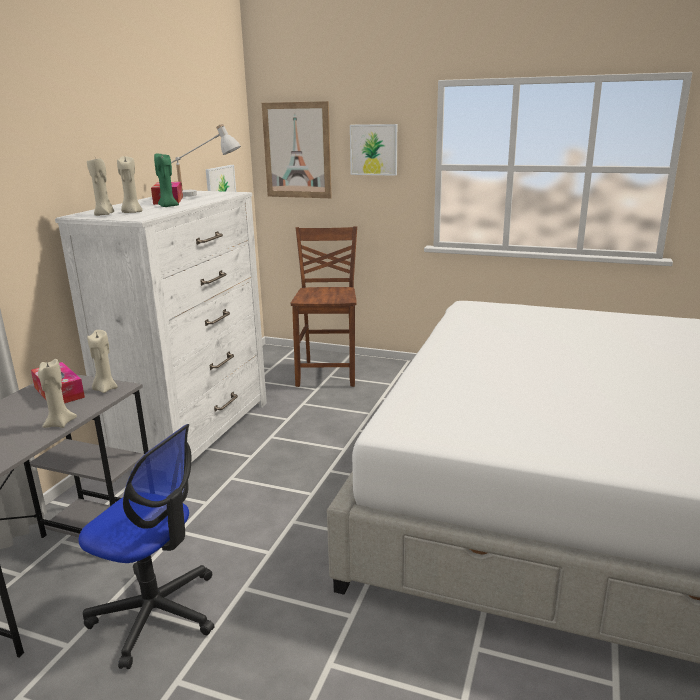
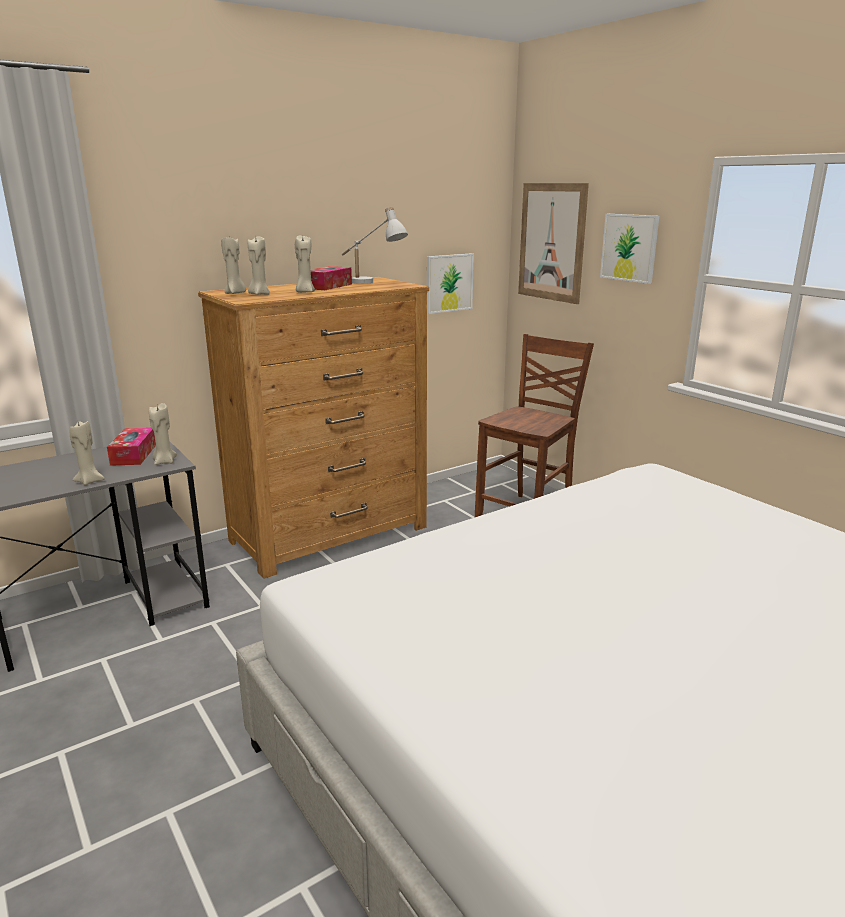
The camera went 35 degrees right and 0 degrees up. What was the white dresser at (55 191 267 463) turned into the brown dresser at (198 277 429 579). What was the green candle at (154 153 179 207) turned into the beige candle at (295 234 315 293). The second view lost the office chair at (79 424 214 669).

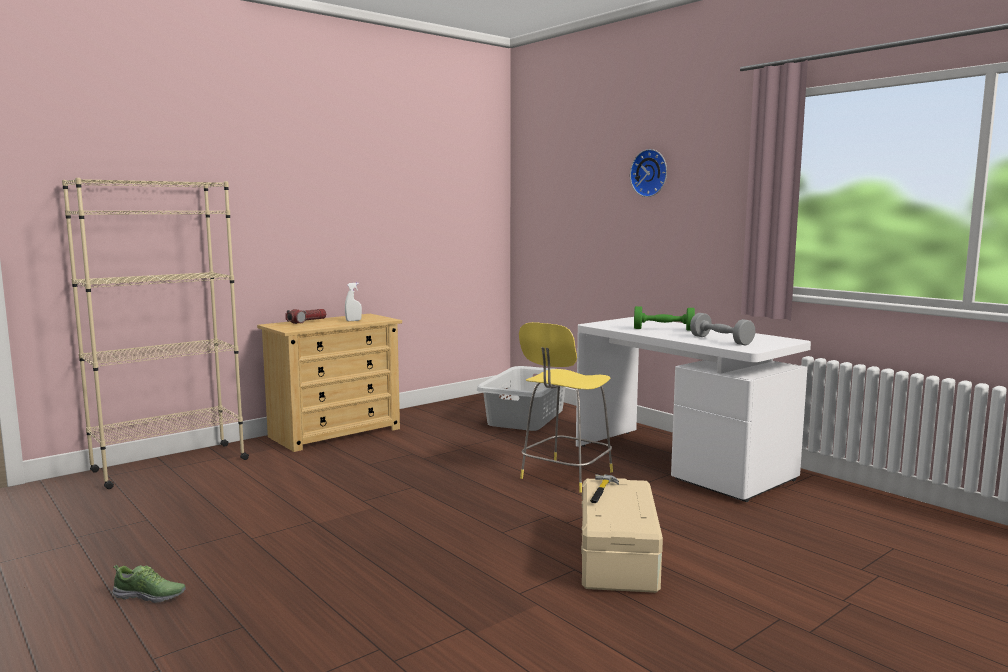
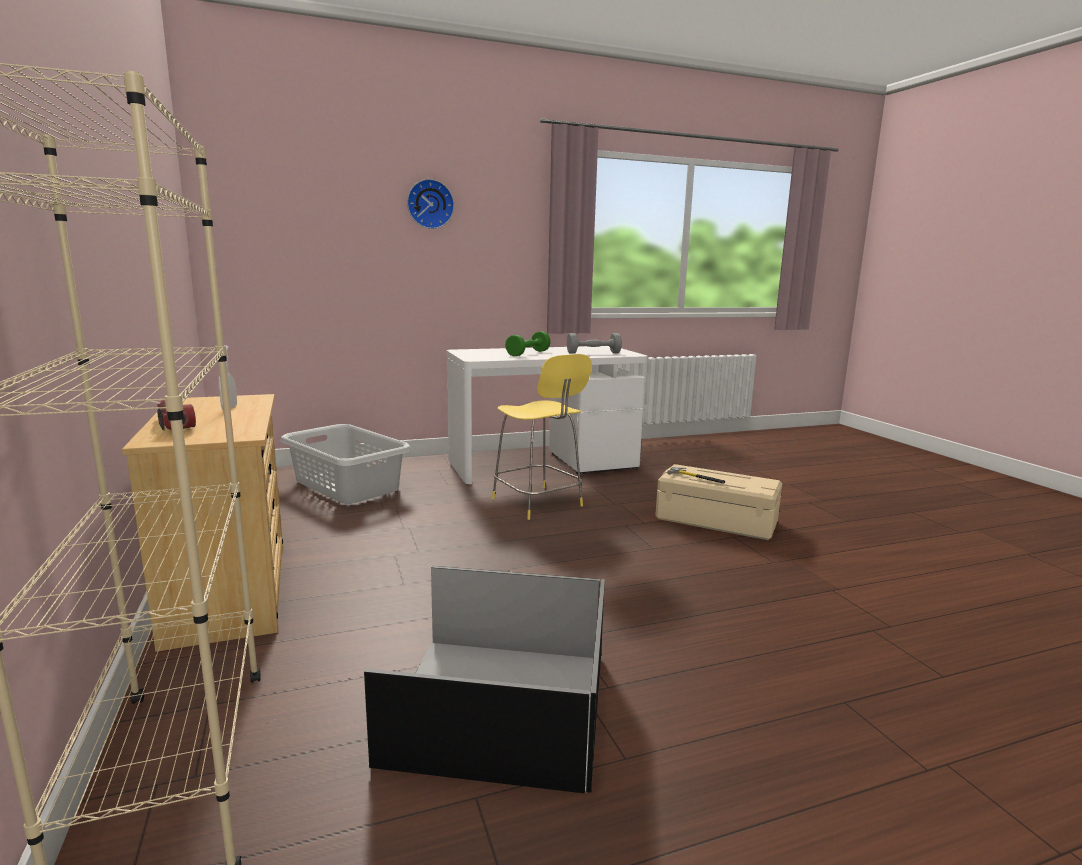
The camera went 70 degrees left and 5 degrees up. The second view gained the black storage box at (364 566 605 794). The second view lost the shoe at (112 565 186 603).

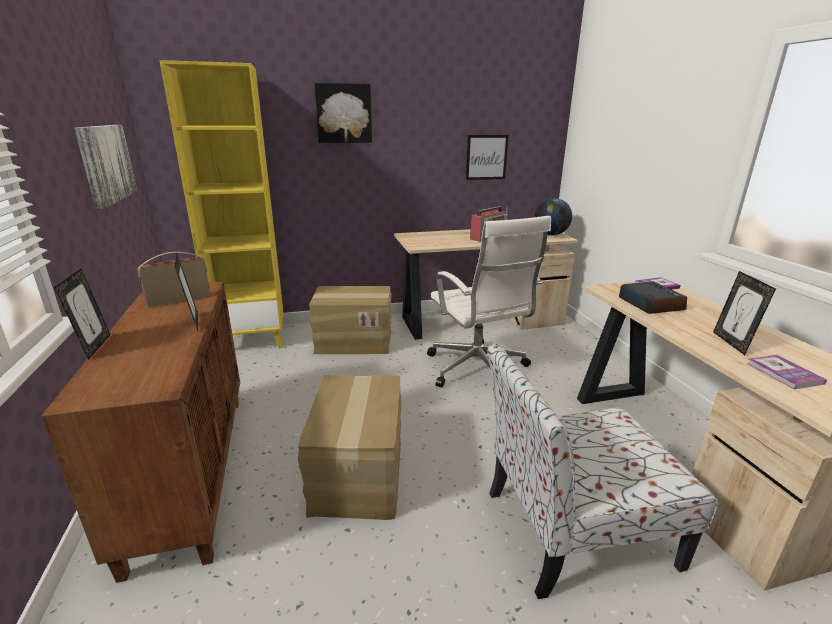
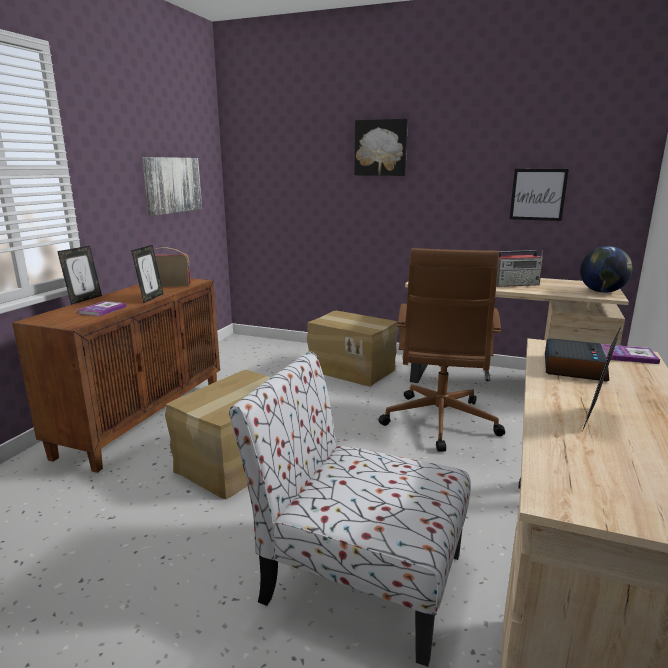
The camera went 35 degrees right and 5 degrees down. The book ended up elsewhere, having gone from (747 355 827 390) to (78 301 127 316). What was the white office chair at (427 216 551 387) turned into the brown office chair at (378 248 505 452). The second view lost the yellow bookcase at (159 60 283 348).

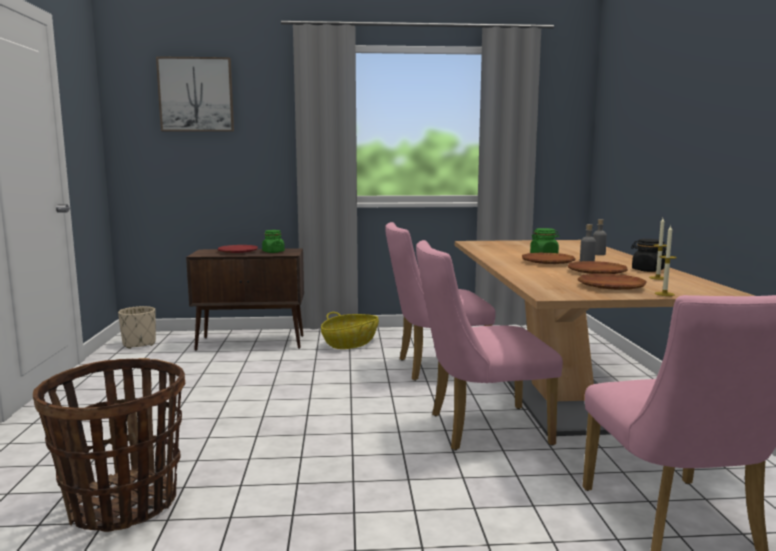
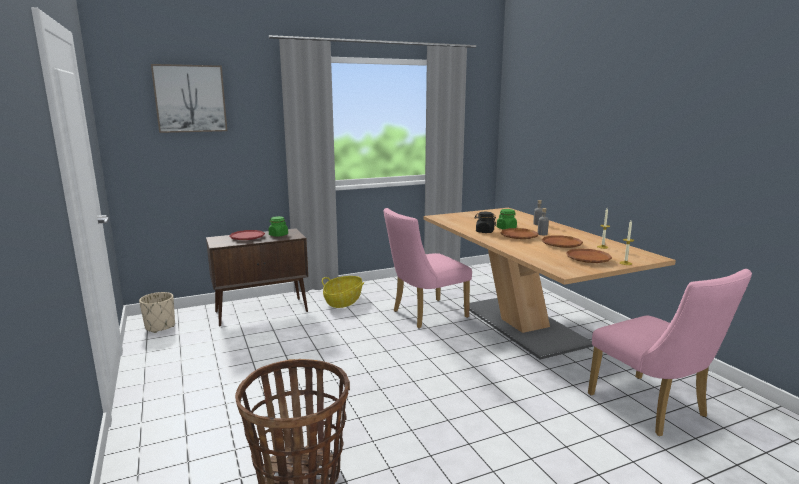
The camera went 20 degrees left and 5 degrees up. The black jar ended up elsewhere, having gone from (631 239 667 272) to (474 212 496 233). The second view lost the pink chair at (416 240 563 450).

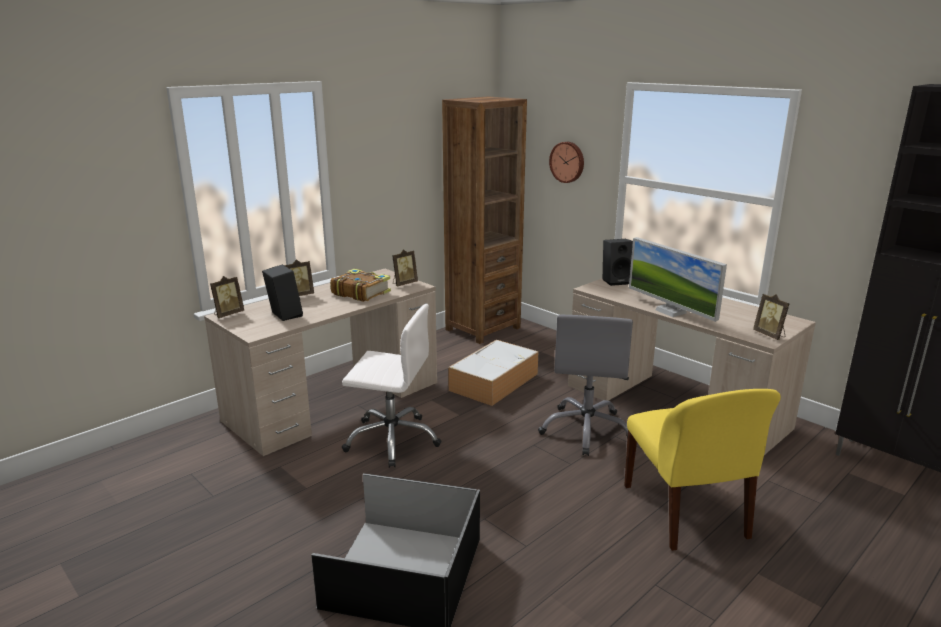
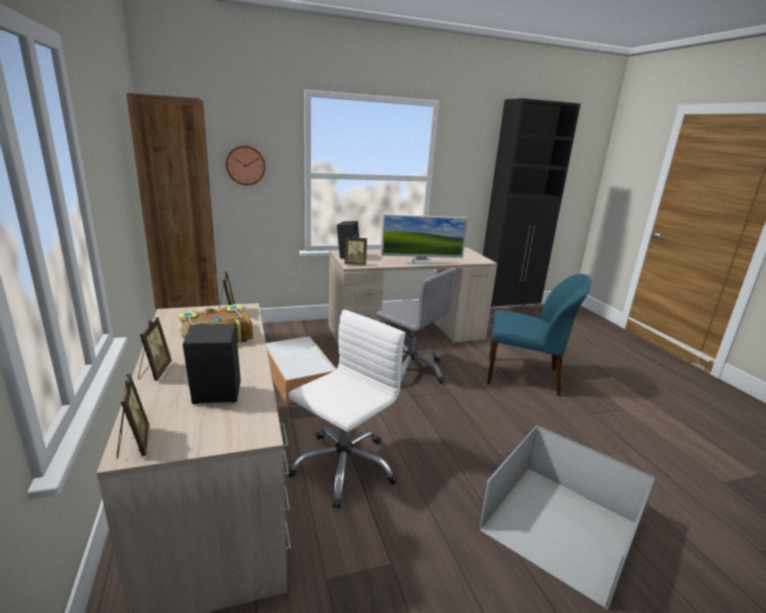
The camera went 65 degrees left and 0 degrees up. The picture frame ended up elsewhere, having gone from (753 294 790 340) to (344 235 367 265). What was the yellow chair at (624 389 781 551) turned into the blue chair at (487 274 591 396).

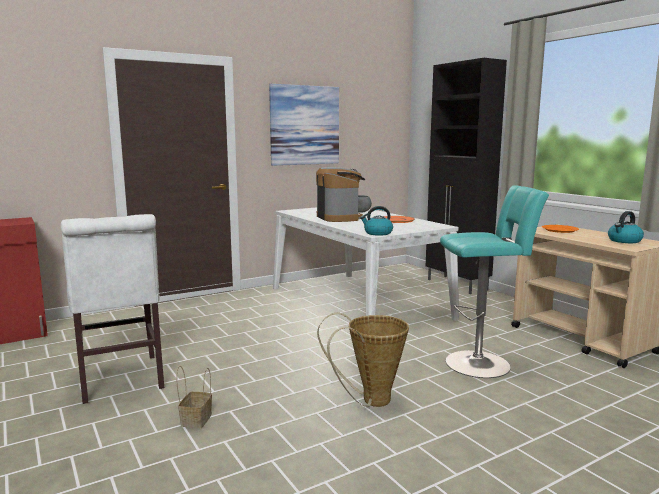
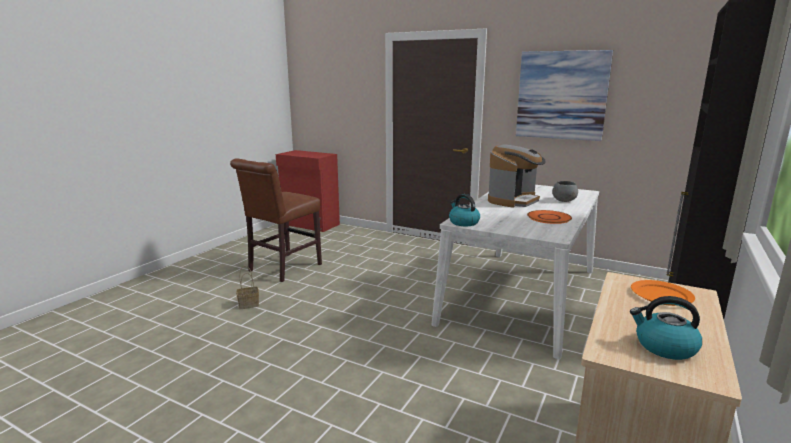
The camera went 60 degrees right and 5 degrees up. What was the white chair at (61 214 164 404) turned into the brown chair at (230 159 322 282). The second view lost the basket at (317 313 409 407). The second view lost the turquoise stool at (440 185 549 378).

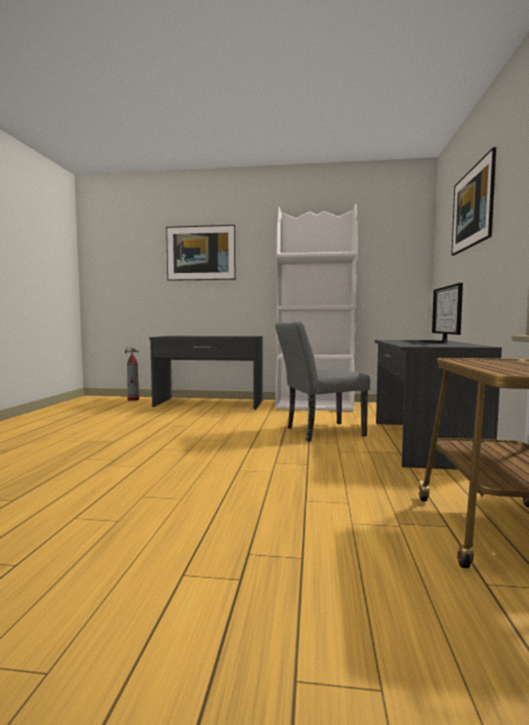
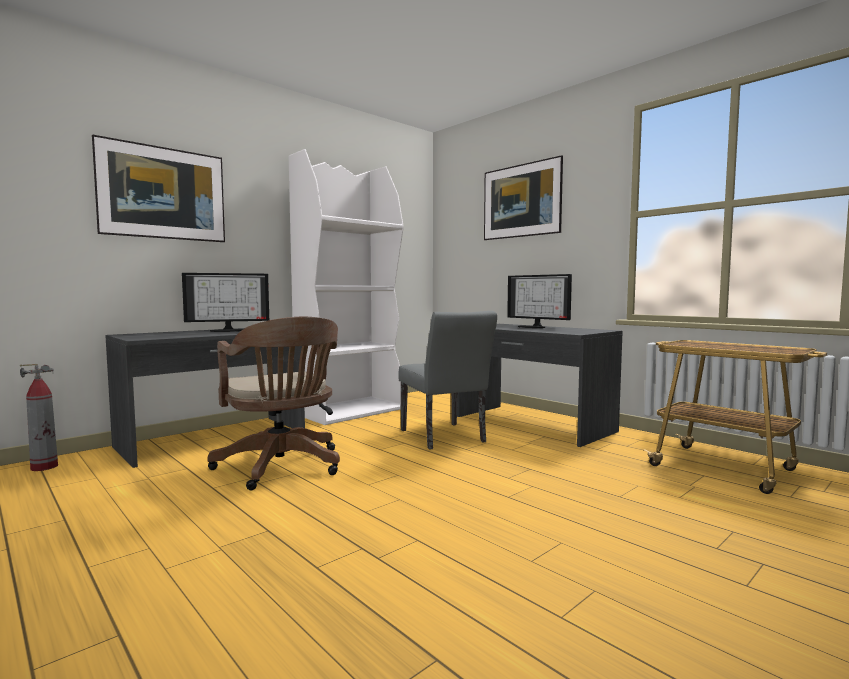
The camera went 50 degrees left and 0 degrees up. The second view gained the monitor at (182 273 269 332). The second view gained the brown office chair at (207 317 340 490). The grey chair at (275 322 370 442) ended up facing another way, 45 degrees counterclockwise from before.

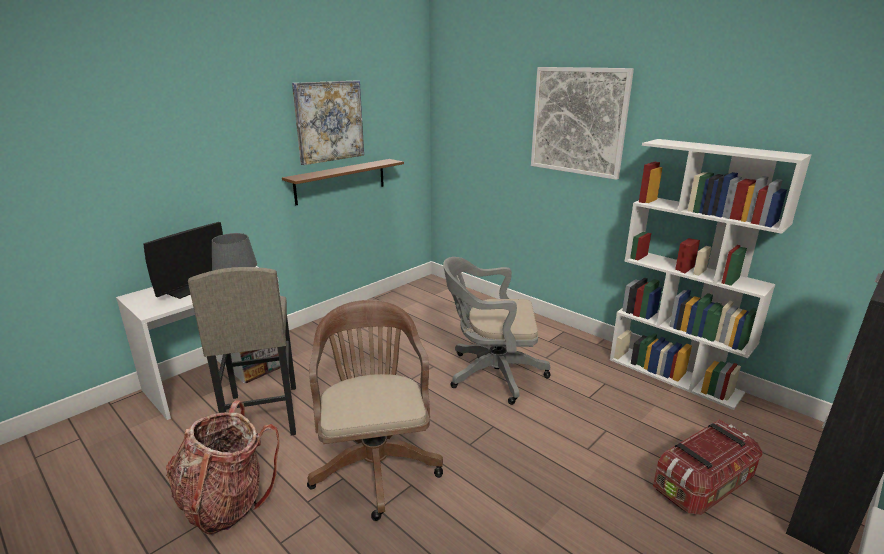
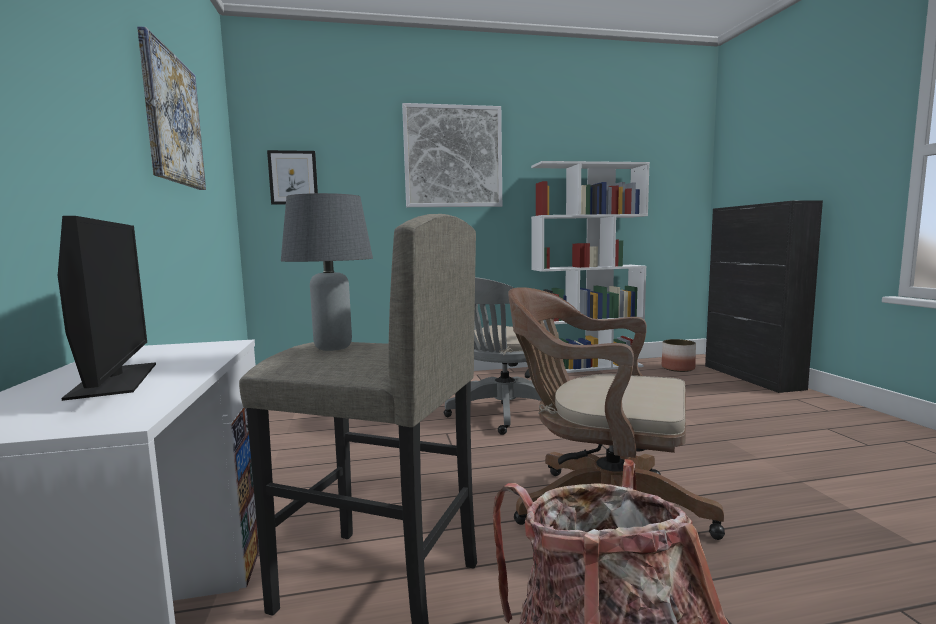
The camera went 55 degrees left and 15 degrees down. The second view gained the picture at (267 150 318 205). The second view gained the planter at (662 339 696 372). The second view lost the brown shelf at (282 159 404 205). The second view lost the storage box at (653 419 763 515).

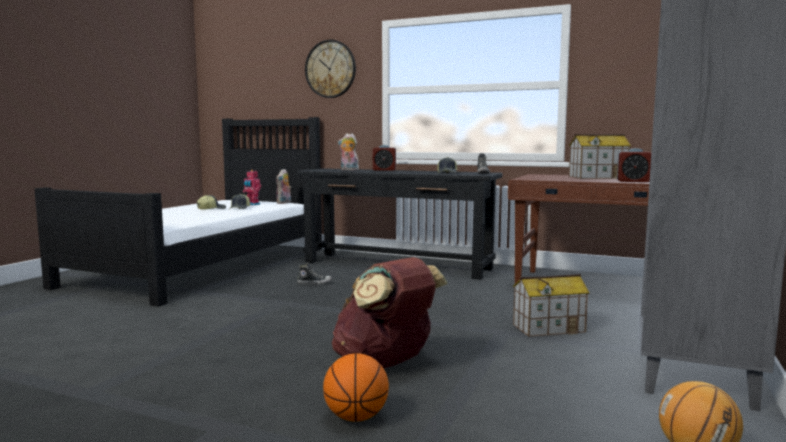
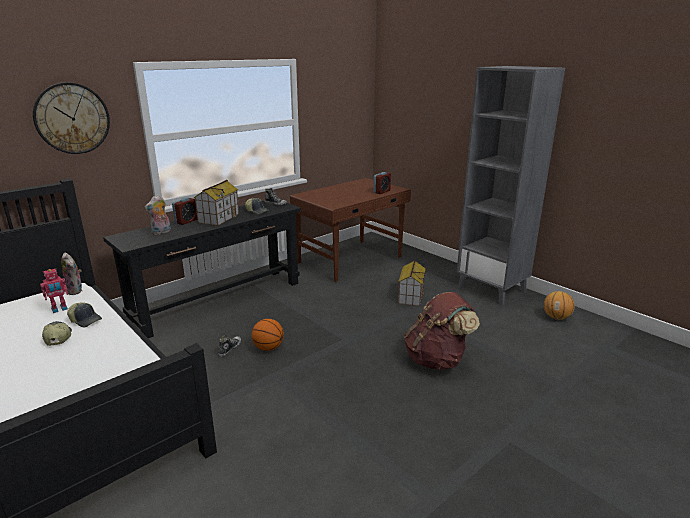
The camera went 65 degrees left and 15 degrees up. The toy house ended up elsewhere, having gone from (569 134 631 179) to (194 180 239 226). The basketball ended up elsewhere, having gone from (323 353 389 422) to (252 319 284 351).

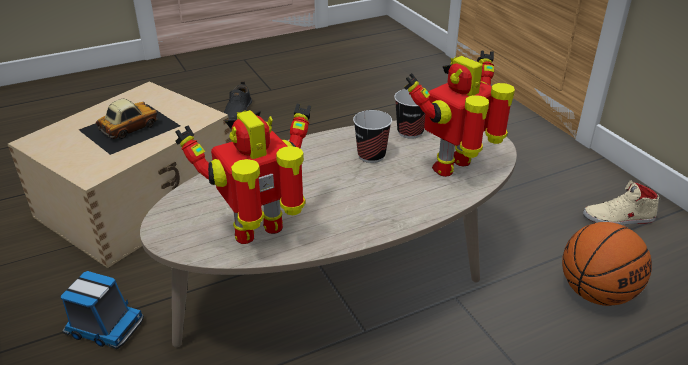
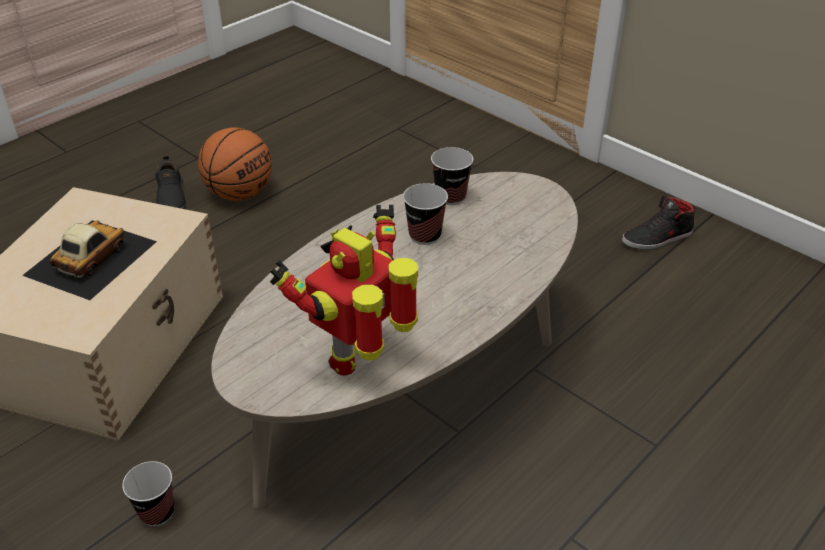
The camera went 20 degrees left and 5 degrees up. Where the toy truck stood at (61 271 144 349), the cup came to stand at (122 461 174 526). The basketball ended up elsewhere, having gone from (562 222 652 306) to (198 127 272 201). What was the beige shoe at (583 180 660 225) turned into the black shoe at (622 196 695 250). The second view lost the toy robot at (404 50 515 177).

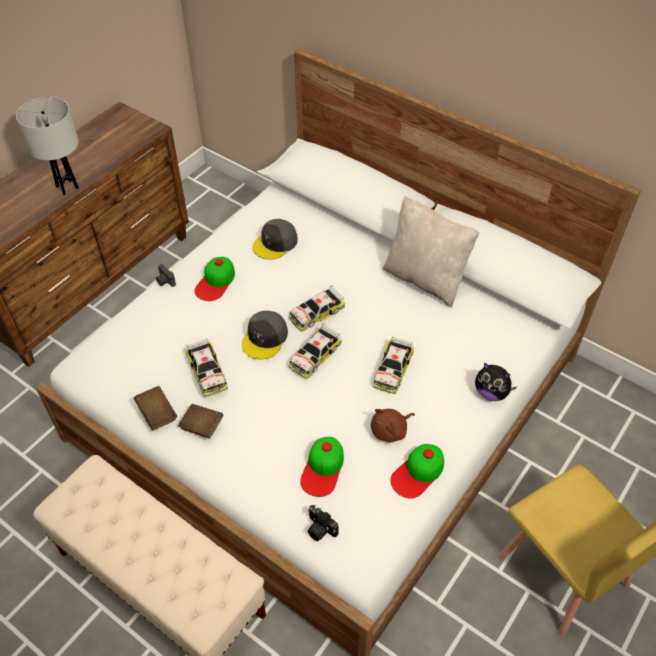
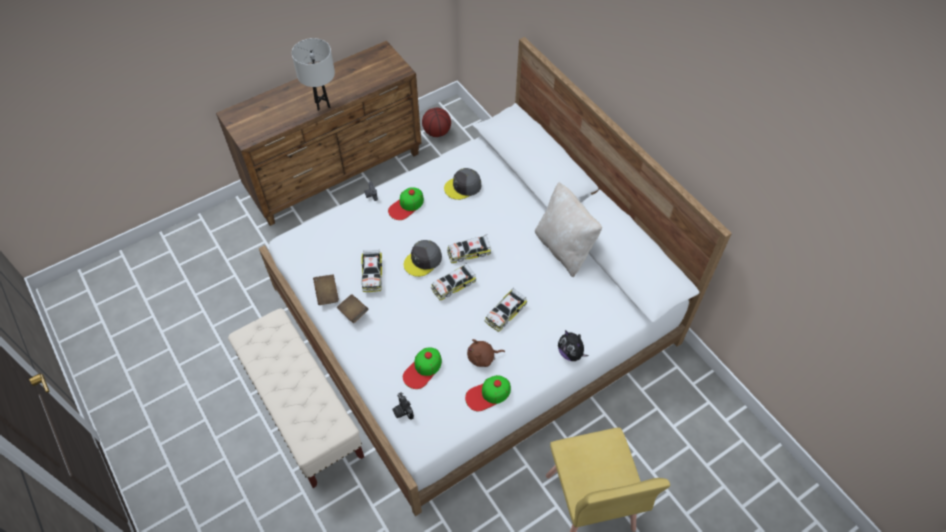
The camera went 20 degrees right and 5 degrees up. The second view gained the basketball at (422 108 451 137).

